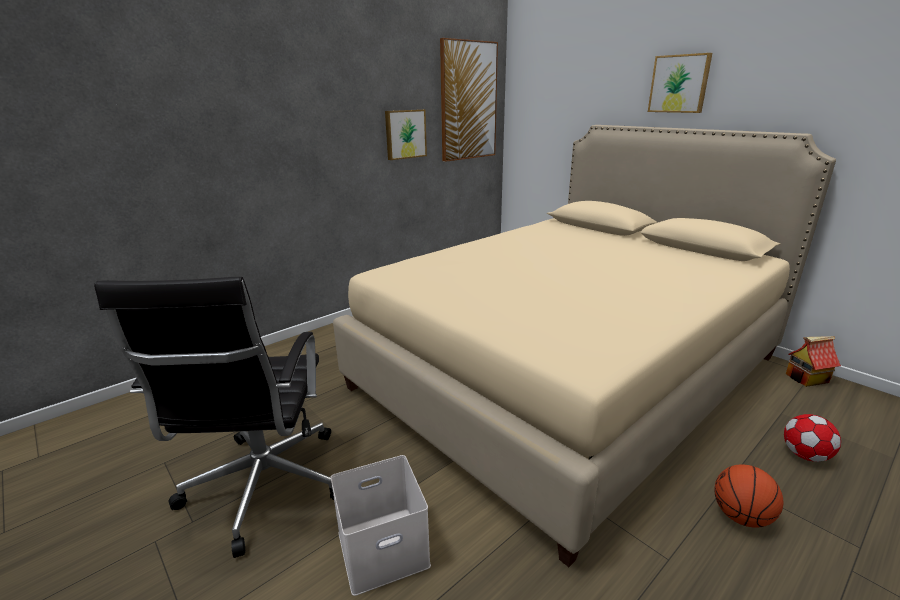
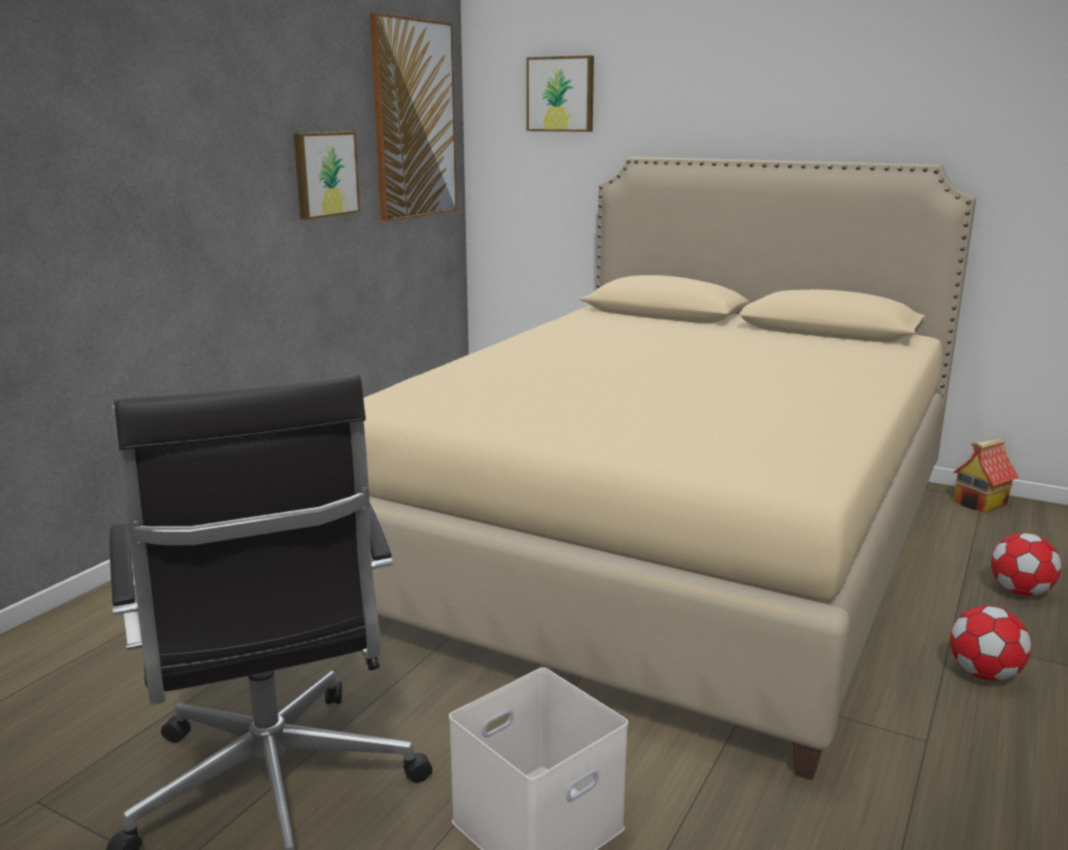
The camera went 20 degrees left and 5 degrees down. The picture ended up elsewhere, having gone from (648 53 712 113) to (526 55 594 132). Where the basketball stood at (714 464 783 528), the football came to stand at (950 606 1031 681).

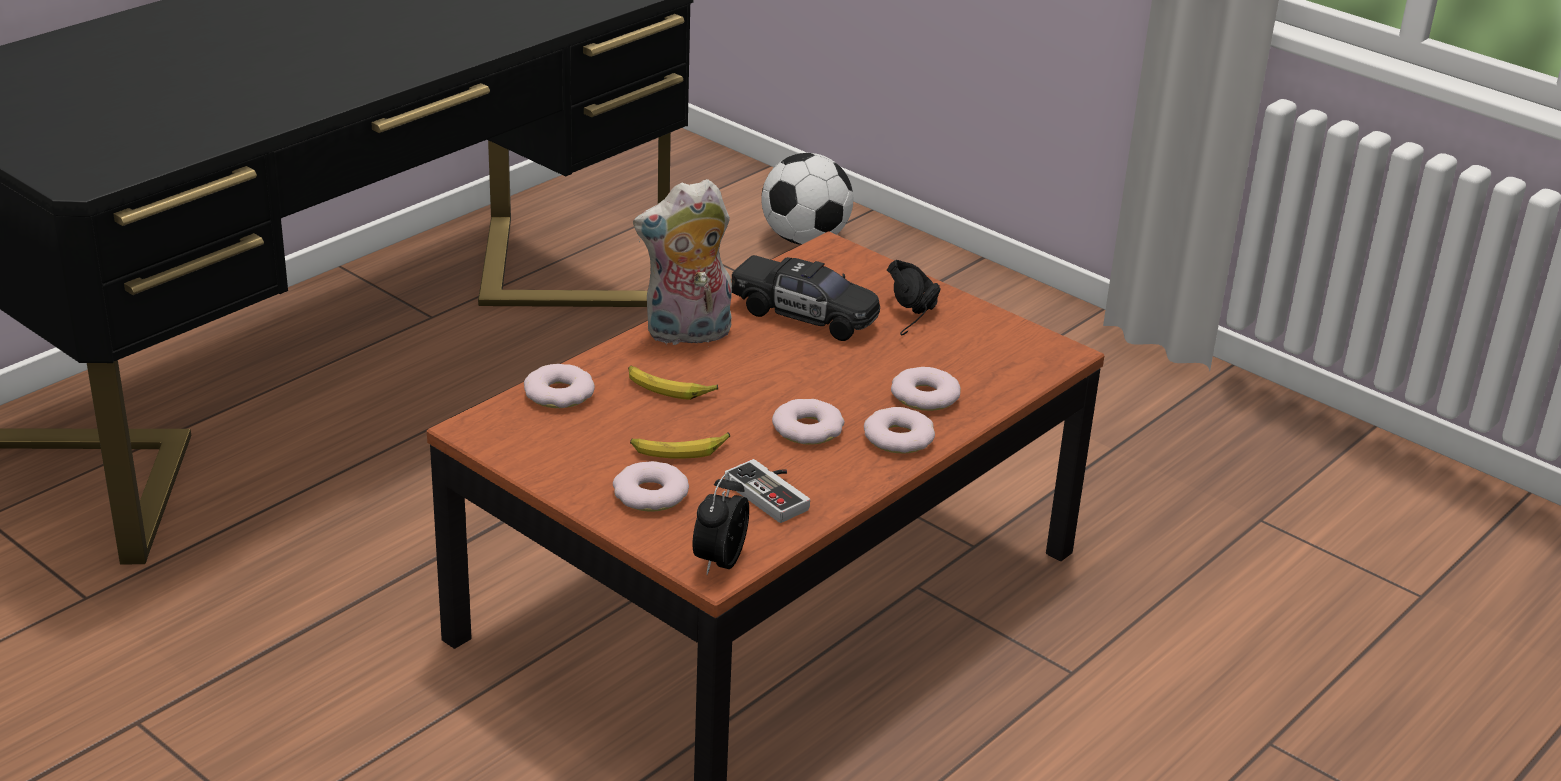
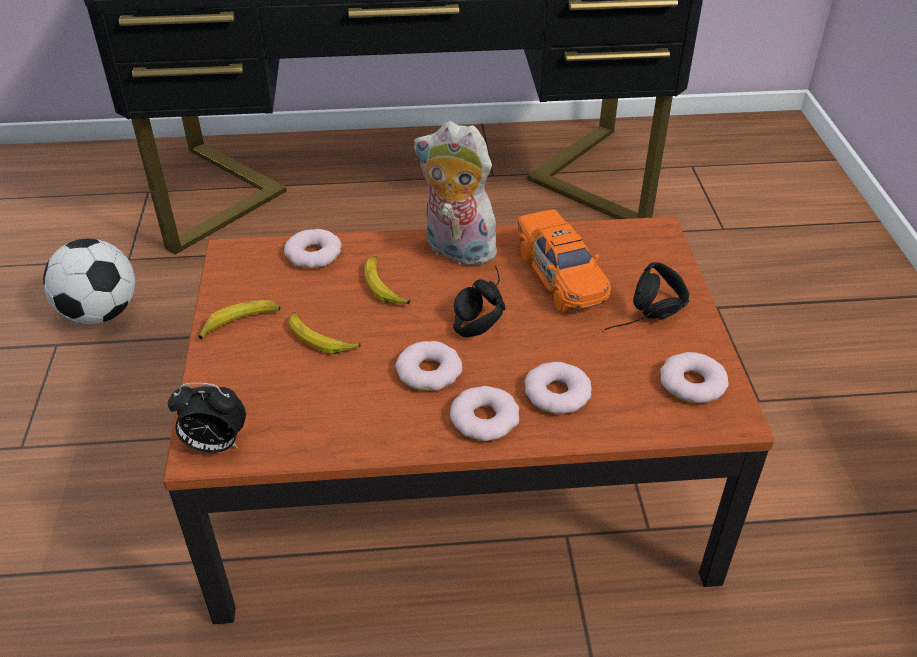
The camera went 45 degrees right and 10 degrees up. The football ended up elsewhere, having gone from (761 153 853 245) to (43 239 135 324). The alarm clock at (692 472 749 575) ended up facing another way, 150 degrees counterclockwise from before. The second view gained the banana at (198 300 280 339). The second view gained the black headphones at (453 266 506 337). What was the black toy car at (732 255 880 341) turned into the orange toy car at (517 209 611 312). The donut ended up elsewhere, having gone from (613 461 689 512) to (660 352 728 403). The second view lost the game controller at (724 459 810 523).

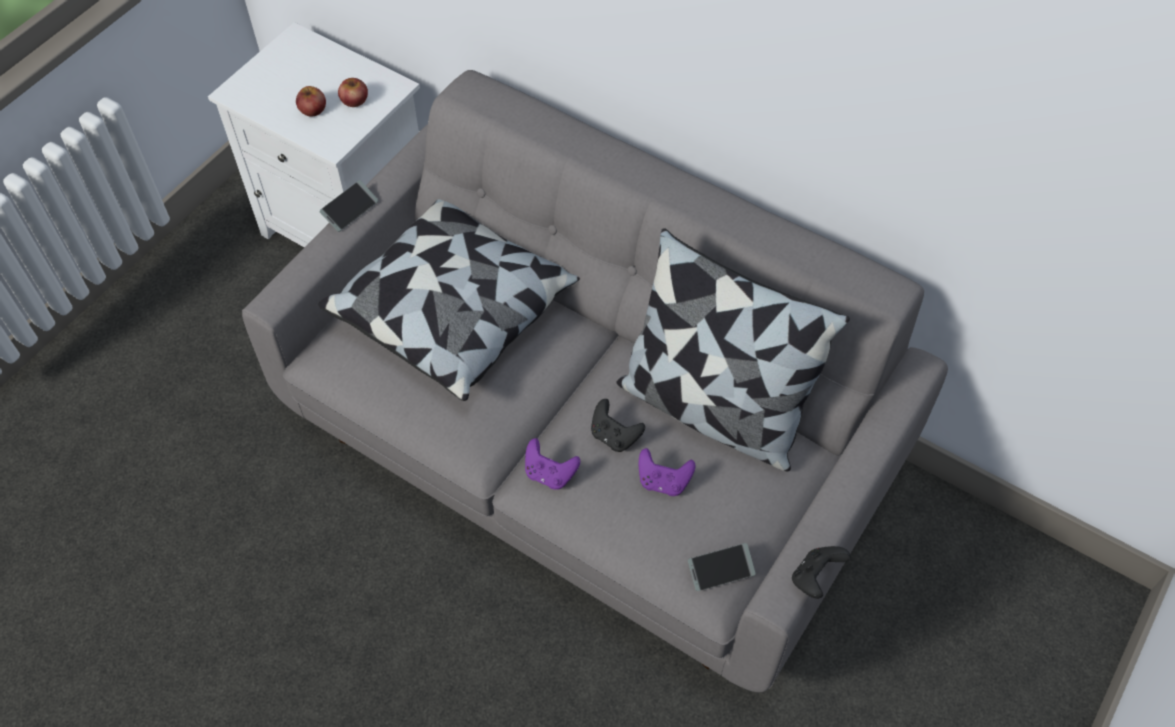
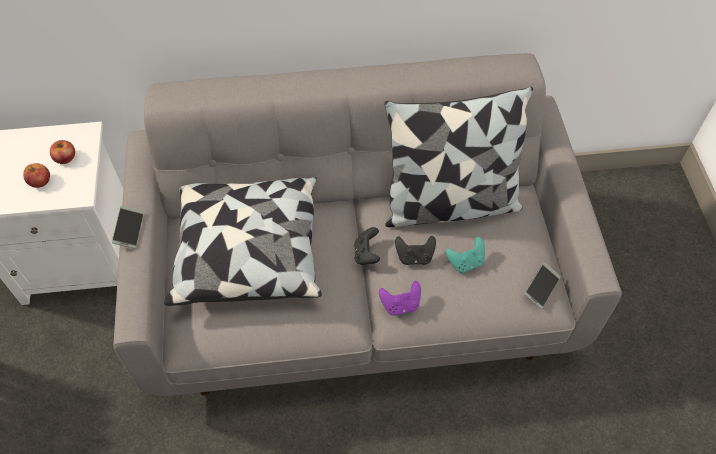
The camera went 40 degrees left and 0 degrees up. The black game controller ended up elsewhere, having gone from (792 546 851 599) to (354 227 380 265). What was the purple game controller at (639 448 696 496) turned into the turquoise game controller at (446 237 485 273).

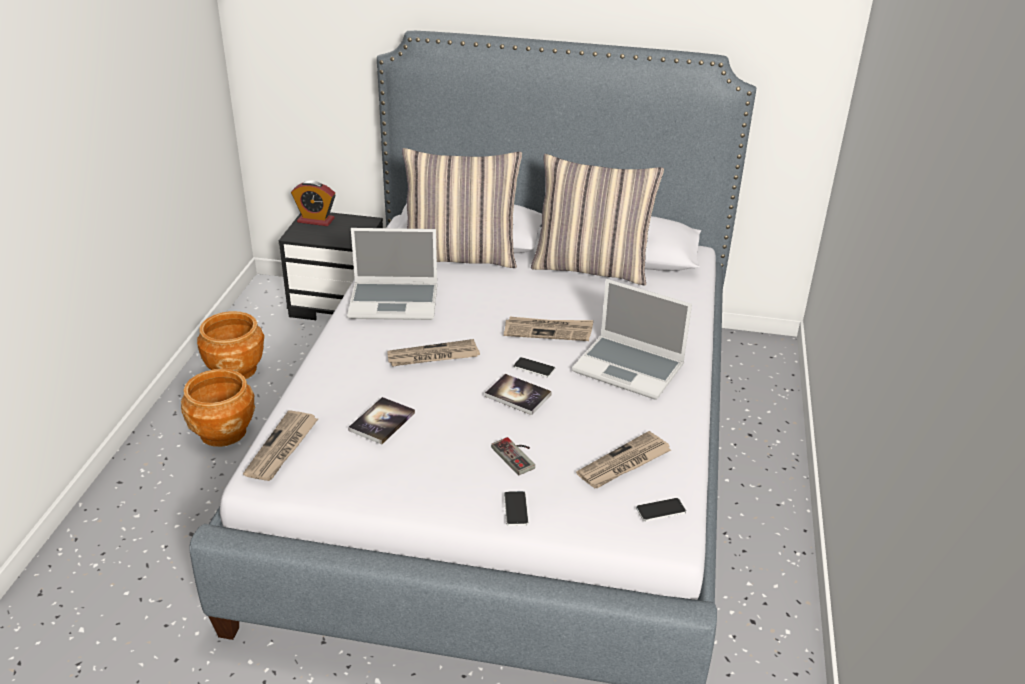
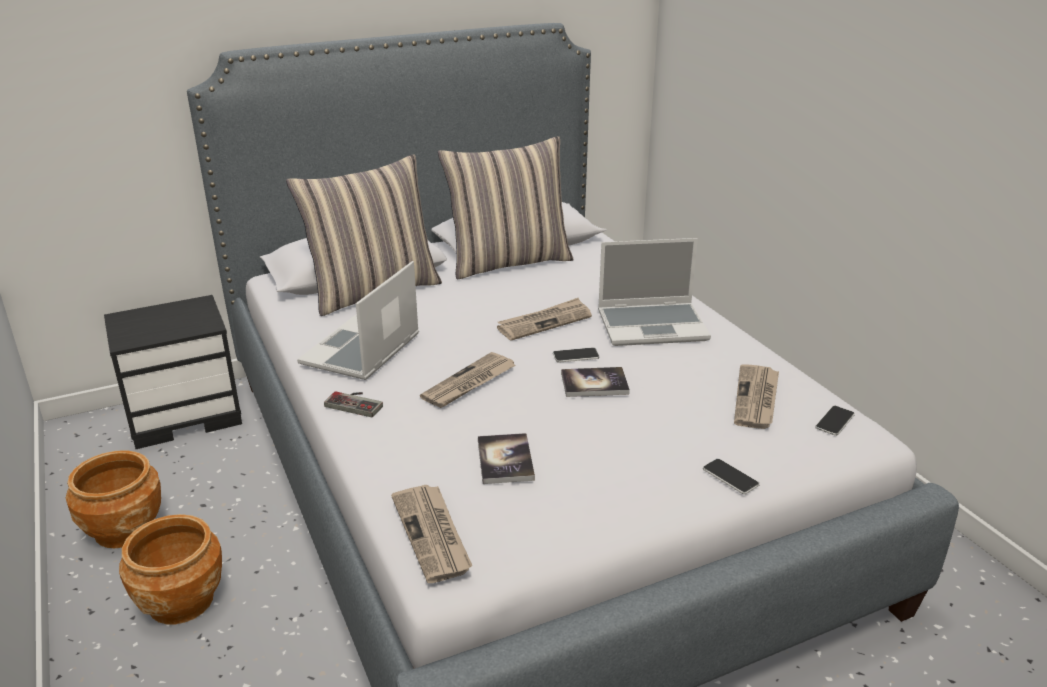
The camera went 35 degrees left and 5 degrees down. The laptop at (347 228 437 320) ended up facing another way, 150 degrees clockwise from before. The game controller ended up elsewhere, having gone from (491 437 535 475) to (324 391 383 417). The second view lost the alarm clock at (291 180 335 226).

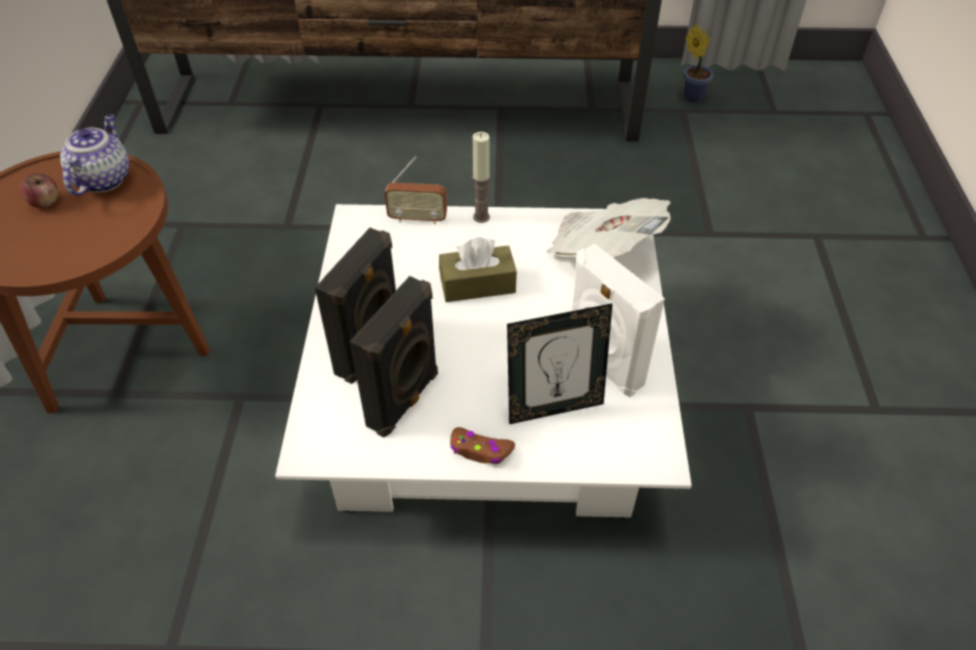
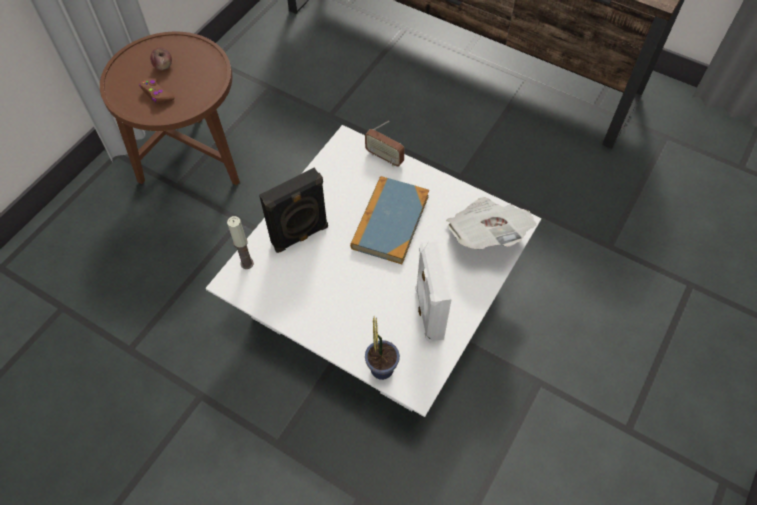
The camera went 30 degrees right and 10 degrees up. The brown game controller ended up elsewhere, having gone from (450 427 515 464) to (139 78 175 103). The candle ended up elsewhere, having gone from (472 132 490 223) to (227 216 254 269). Where the brown tissue box stood at (439 237 517 302), the book came to stand at (350 176 429 264). The potted plant ended up elsewhere, having gone from (684 24 713 103) to (365 316 400 380). The second view lost the teapot at (60 114 129 196). The second view lost the black speaker at (350 276 438 437). The second view lost the picture frame at (507 303 613 424).

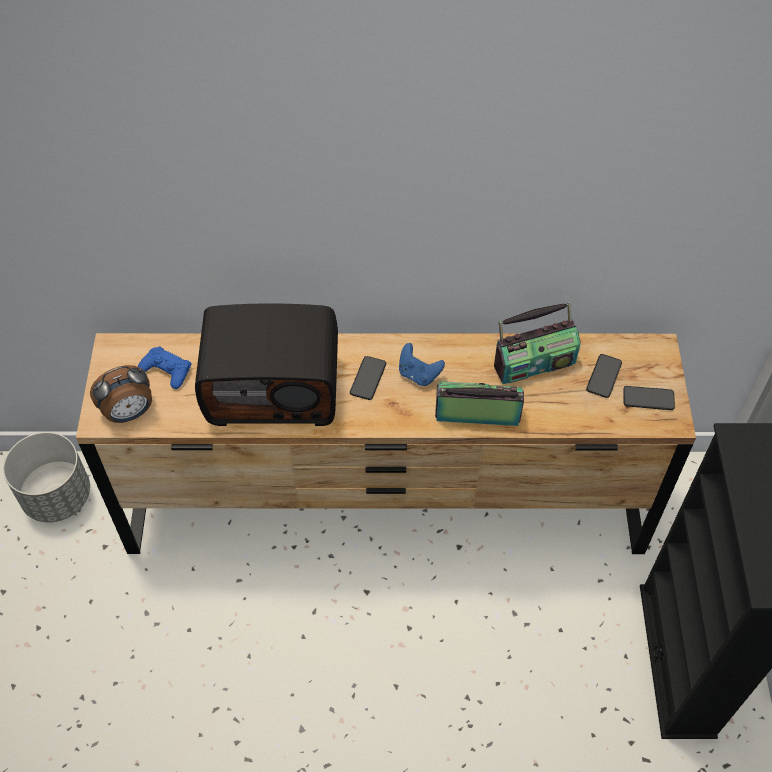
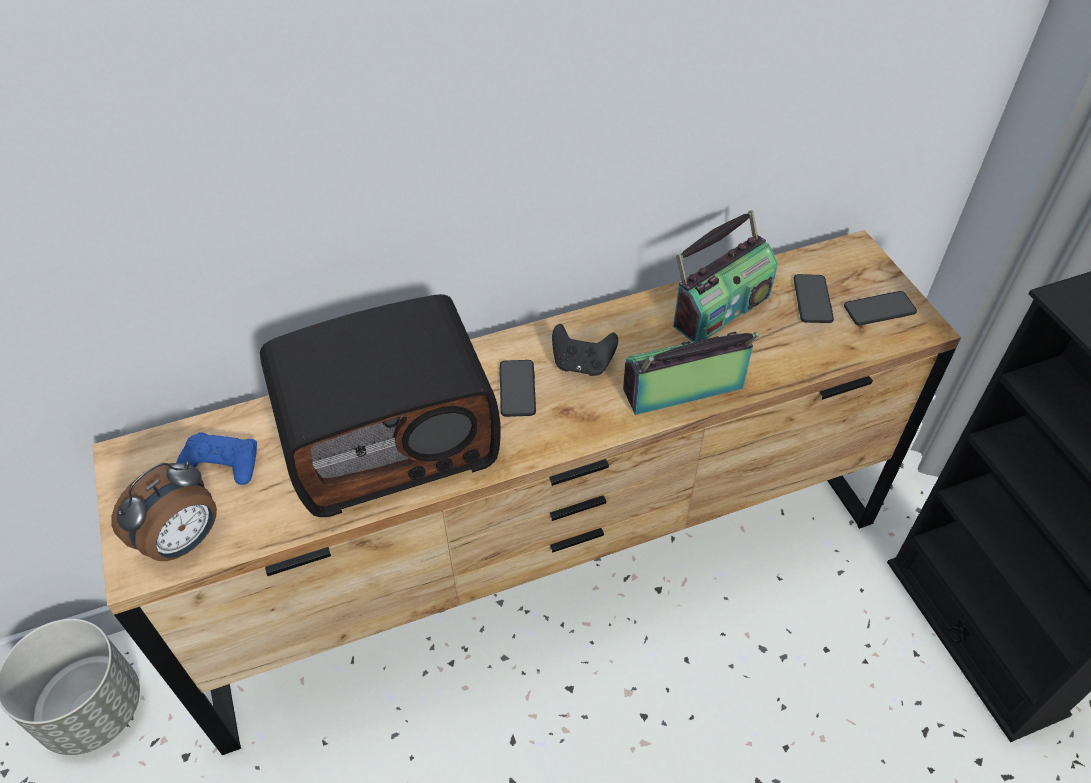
The camera went 20 degrees left and 5 degrees down. What was the blue game controller at (399 343 445 386) turned into the black game controller at (552 324 618 376).

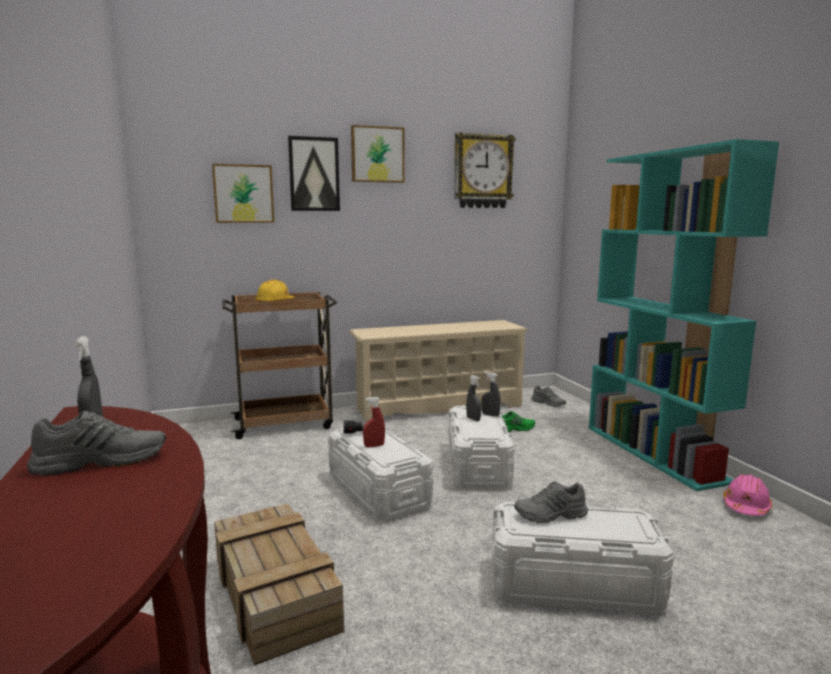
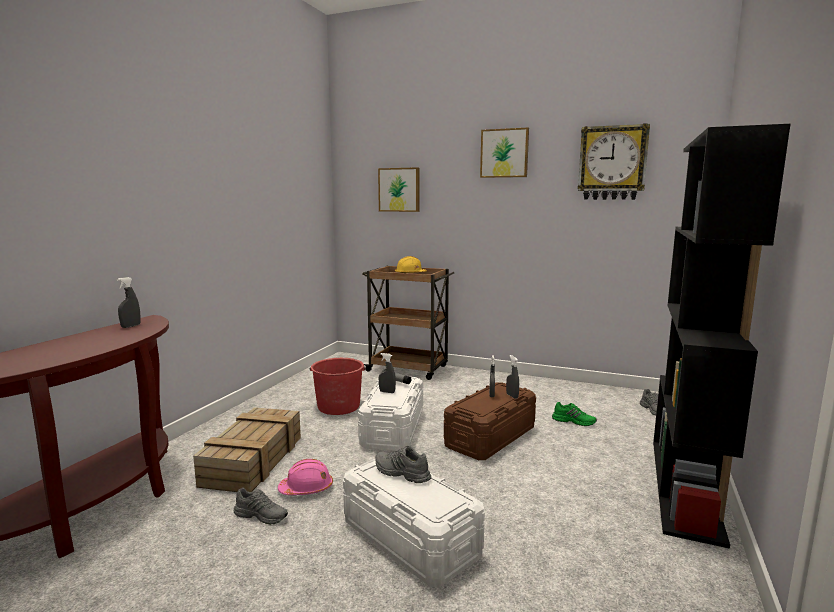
The camera went 40 degrees right and 0 degrees up. The grey shoe ended up elsewhere, having gone from (27 411 166 476) to (234 488 288 525). The pink hard hat ended up elsewhere, having gone from (723 474 772 516) to (278 459 333 495). The second view gained the red bucket at (310 358 366 415). What was the red spray bottle at (363 397 385 447) turned into the grey spray bottle at (379 353 396 393). What was the white storage box at (449 405 515 489) turned into the brown storage box at (444 382 536 460). What was the turquoise bookcase at (589 139 779 491) turned into the black bookcase at (653 124 791 549). The second view lost the picture at (288 136 340 211). The second view lost the beige shoe rack at (349 320 529 422).

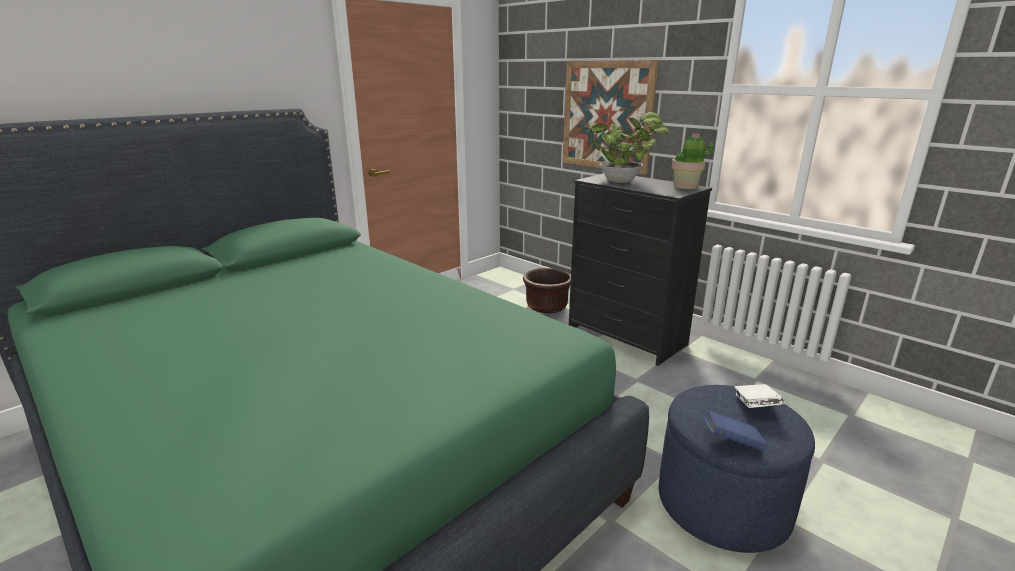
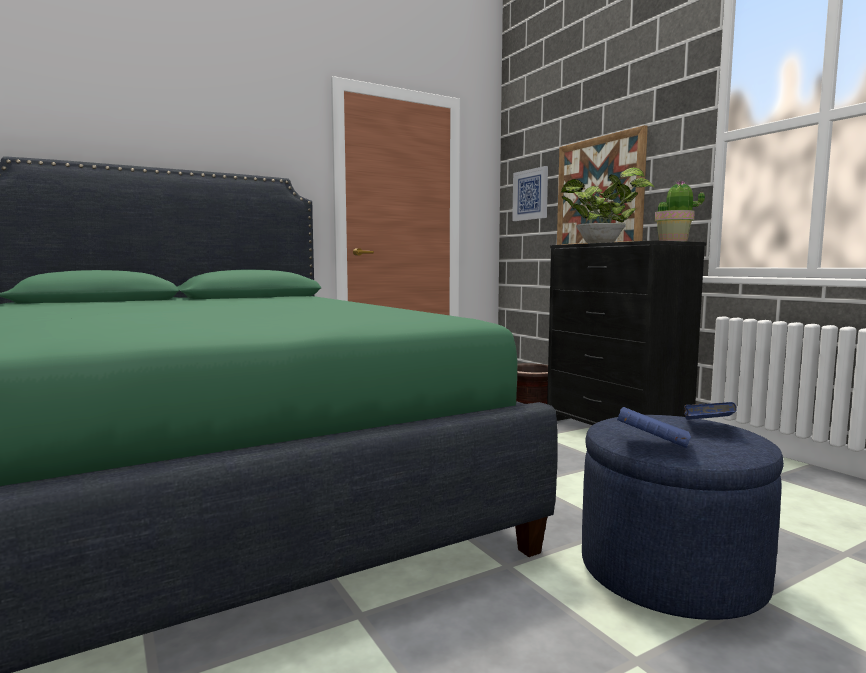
The camera went 15 degrees right and 15 degrees down. The second view gained the picture at (512 166 548 221). What was the white book at (735 384 784 408) turned into the blue book at (684 402 737 420).

